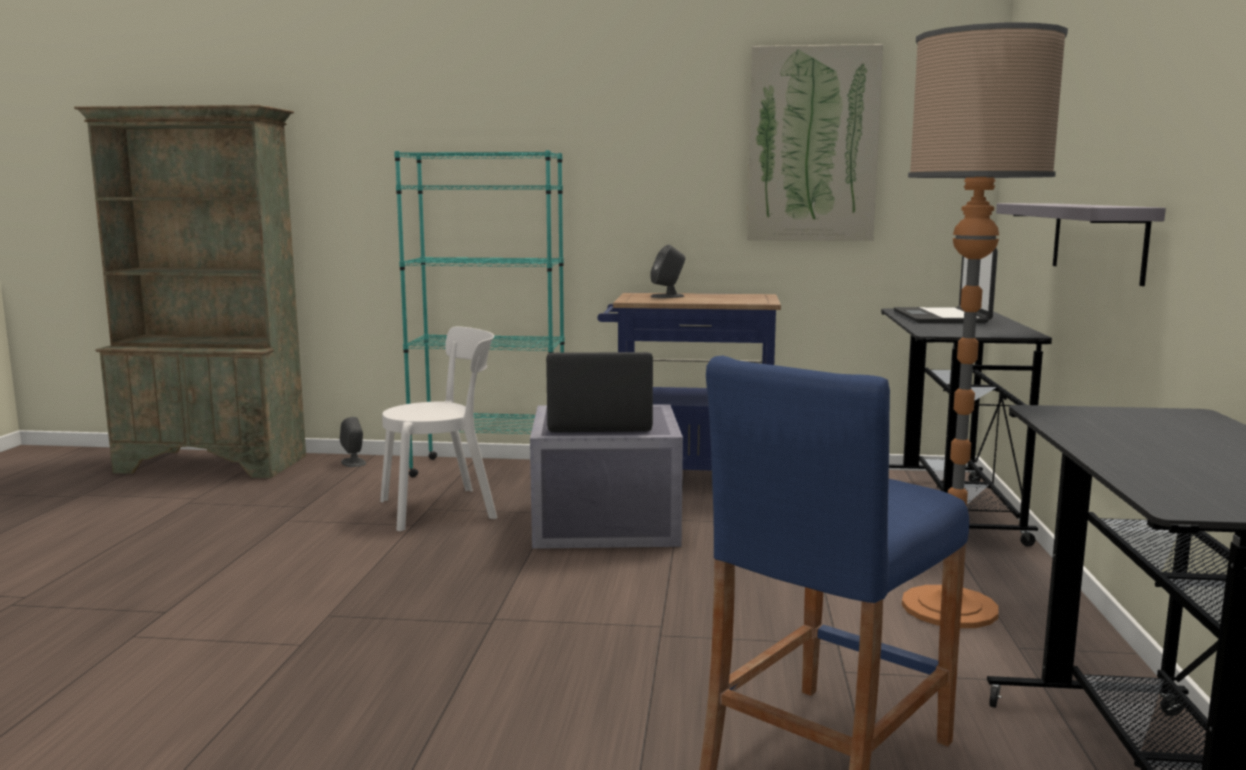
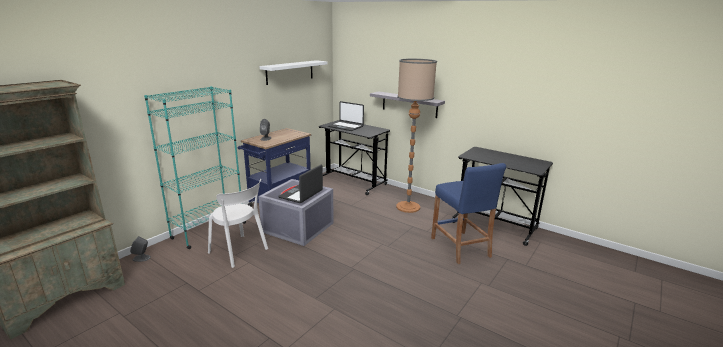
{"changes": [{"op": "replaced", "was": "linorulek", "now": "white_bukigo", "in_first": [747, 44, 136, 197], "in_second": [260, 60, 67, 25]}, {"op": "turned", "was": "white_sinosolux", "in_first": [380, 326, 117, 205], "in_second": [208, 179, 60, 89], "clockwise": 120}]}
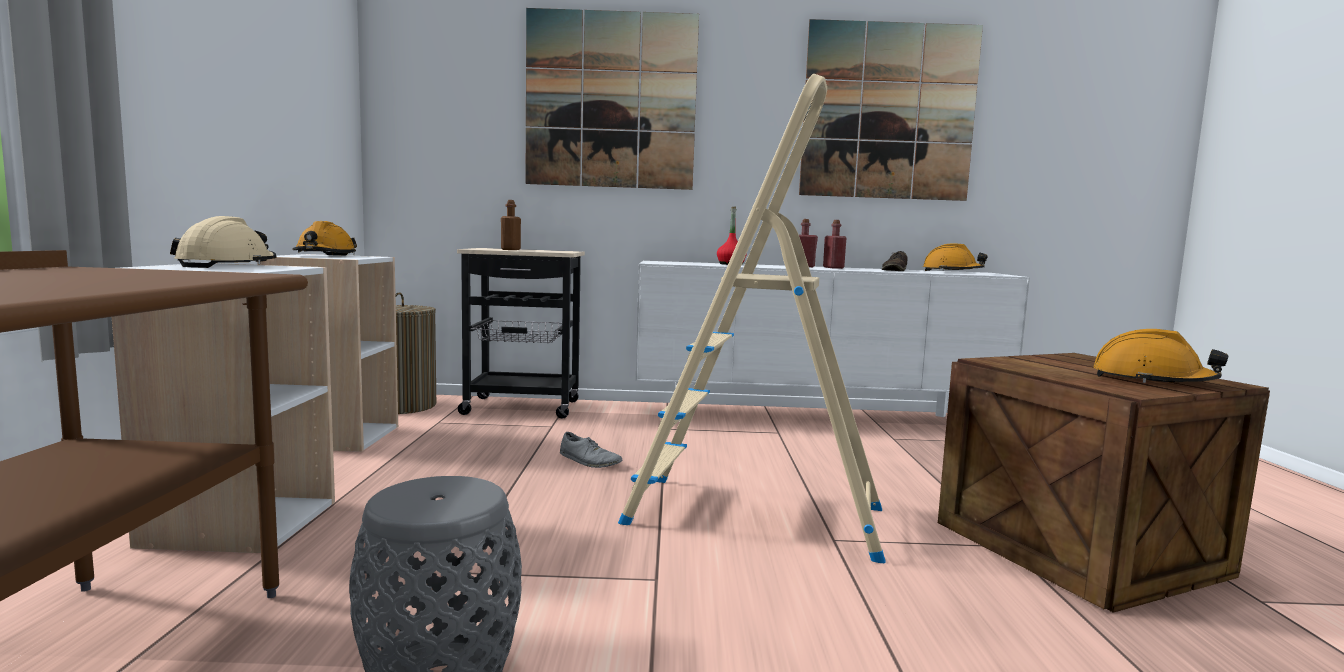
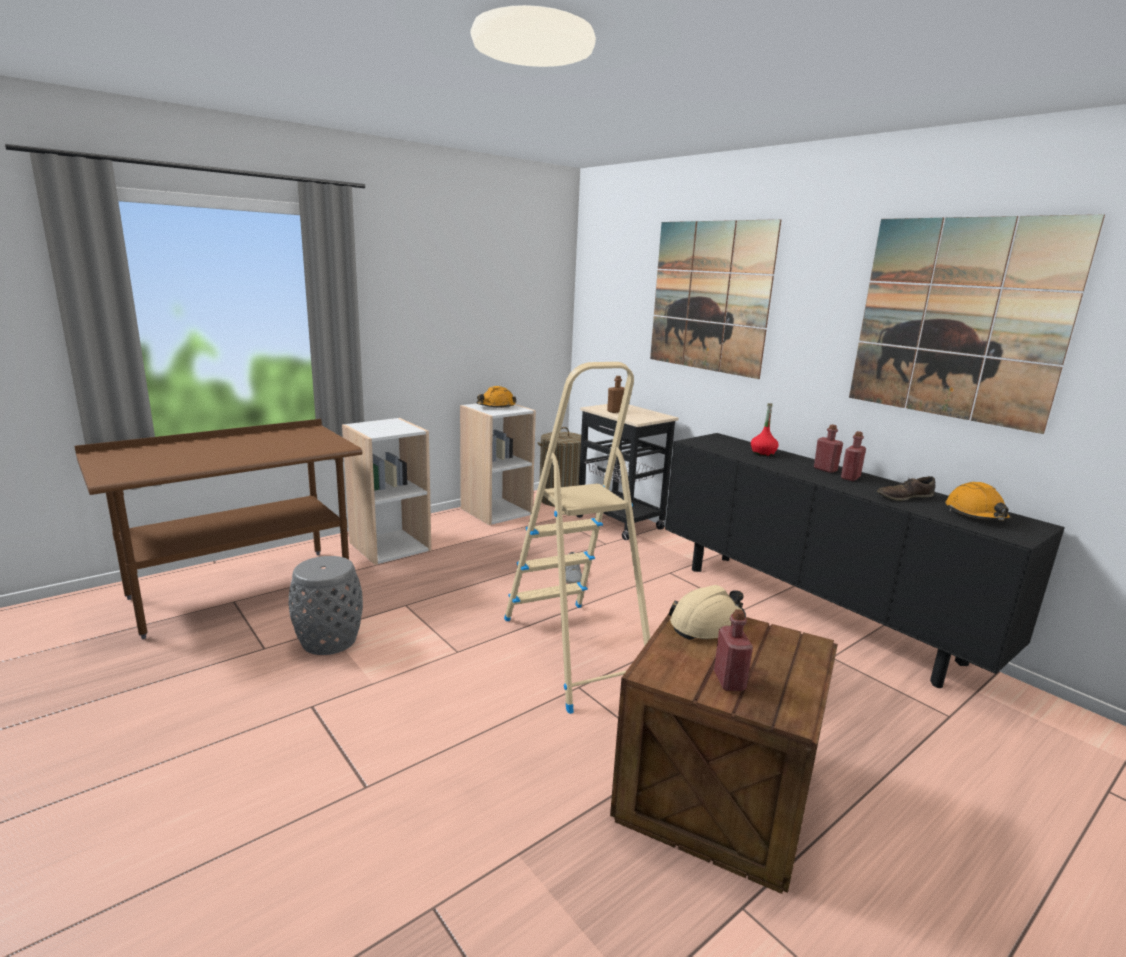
{"changes": [{"op": "moved", "was": "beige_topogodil", "in_first": [170, 216, 106, 52], "in_second": [668, 585, 78, 55]}, {"op": "replaced", "was": "orange_topogodil", "now": "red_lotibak", "in_first": [1093, 329, 136, 54], "in_second": [714, 610, 39, 81]}, {"op": "recoloured", "was": "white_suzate", "now": "black_suzate", "in_first": [636, 261, 394, 161], "in_second": [665, 433, 400, 255]}]}
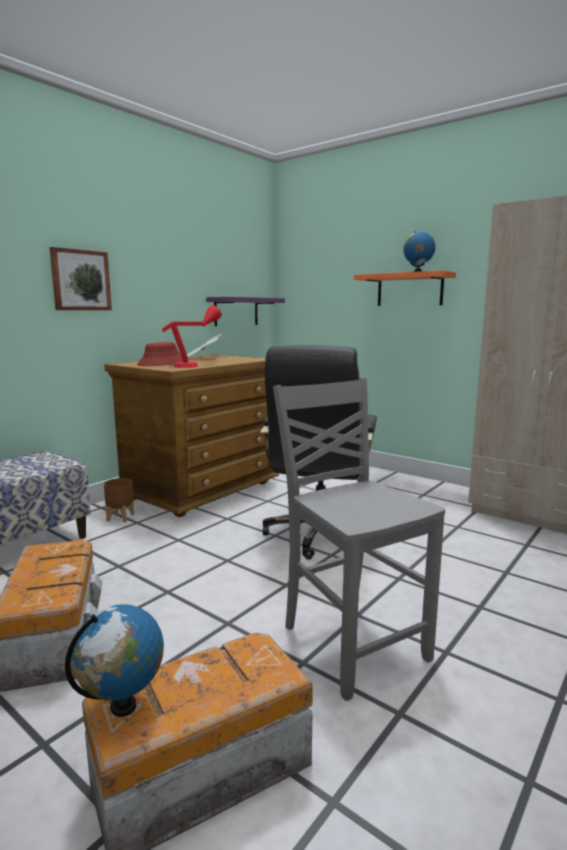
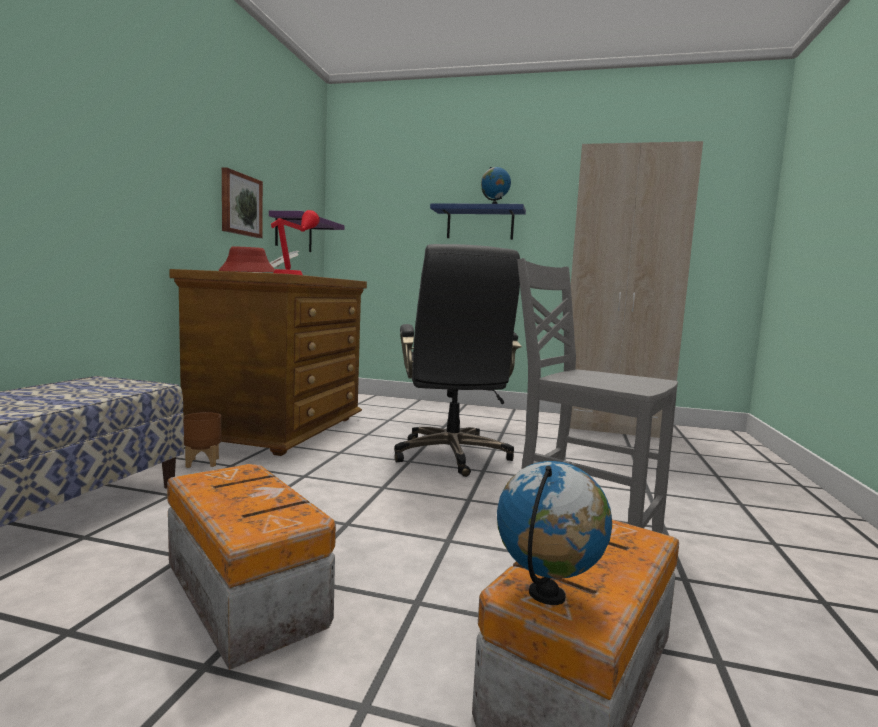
{"changes": [{"op": "moved", "was": "linorulek", "in_first": [50, 247, 62, 63], "in_second": [222, 167, 41, 71]}, {"op": "recoloured", "was": "orange_bukigo", "now": "blue_bukigo", "in_first": [354, 270, 102, 36], "in_second": [430, 203, 96, 37]}]}
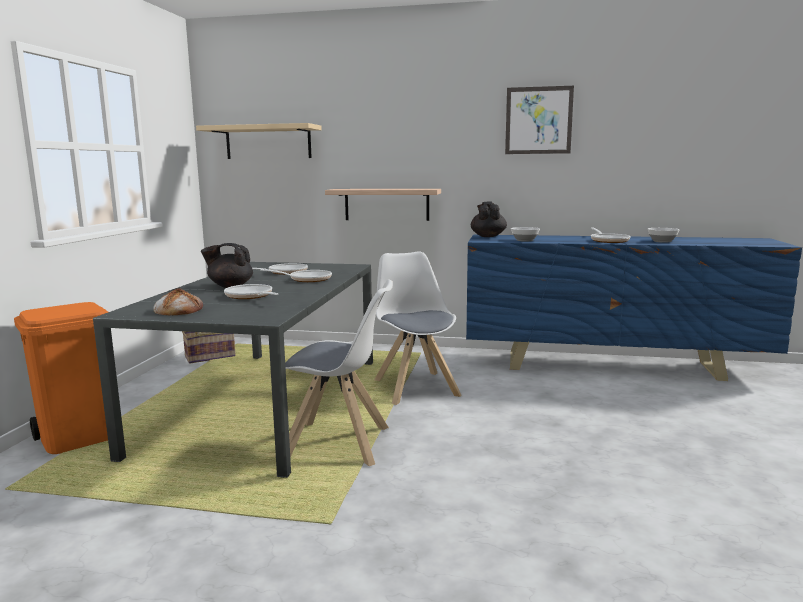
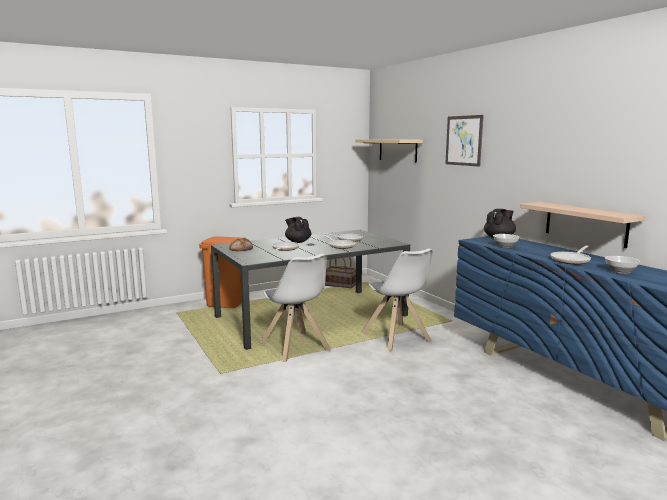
{"changes": [{"op": "moved", "was": "bukigo", "in_first": [325, 189, 116, 32], "in_second": [520, 202, 125, 46]}, {"op": "moved", "was": "linorulek", "in_first": [505, 86, 69, 68], "in_second": [445, 115, 39, 52]}, {"op": "turned", "was": "sinosolux", "in_first": [374, 251, 88, 154], "in_second": [362, 248, 71, 103], "clockwise": 120}]}
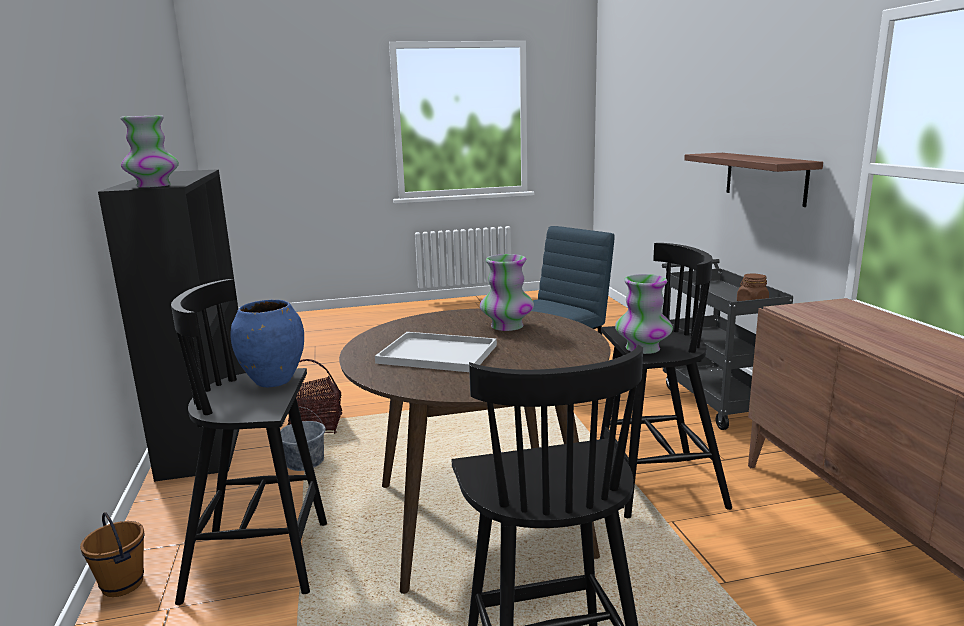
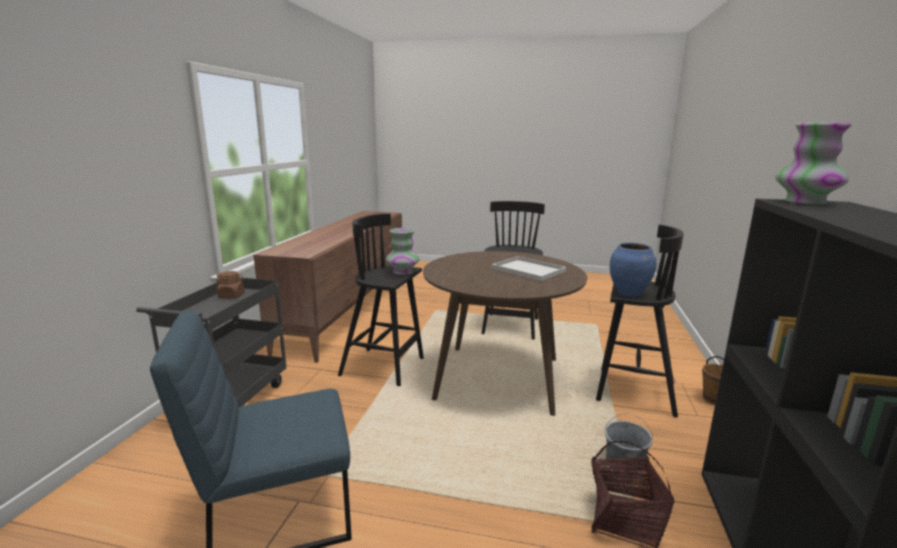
{"changes": [{"op": "removed", "was": "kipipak", "in_first": [480, 254, 54, 77]}, {"op": "removed", "was": "bukigo", "in_first": [684, 153, 139, 54]}]}
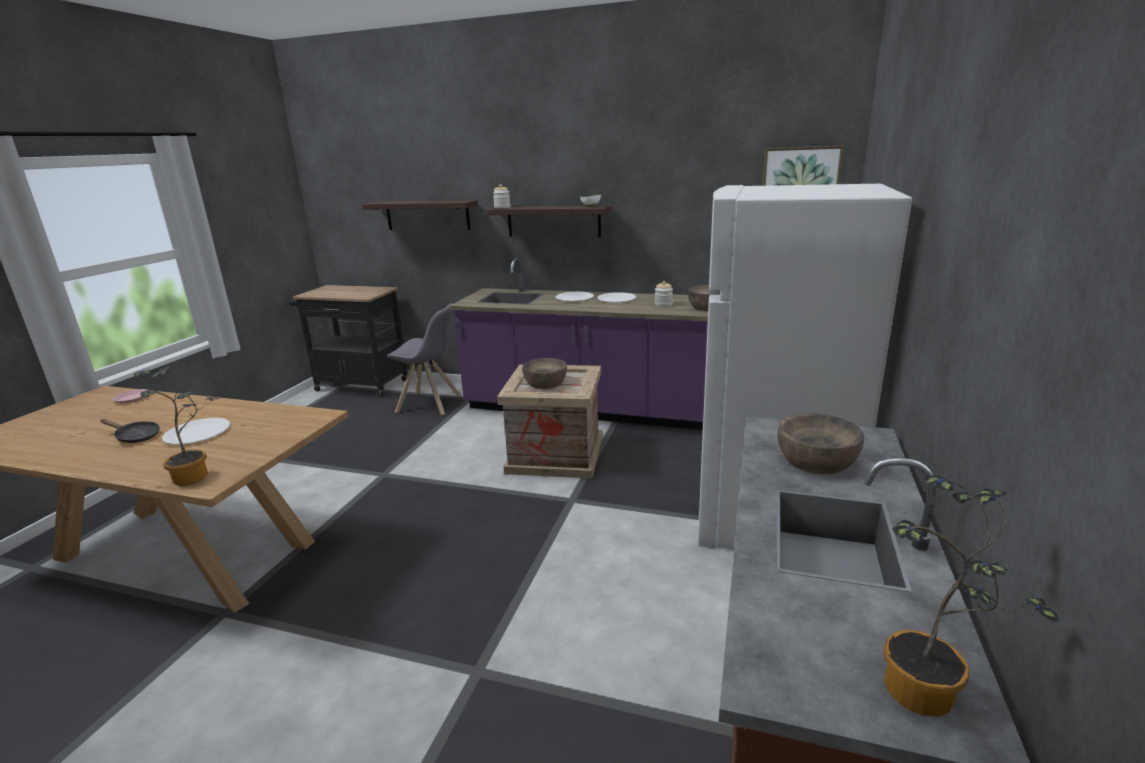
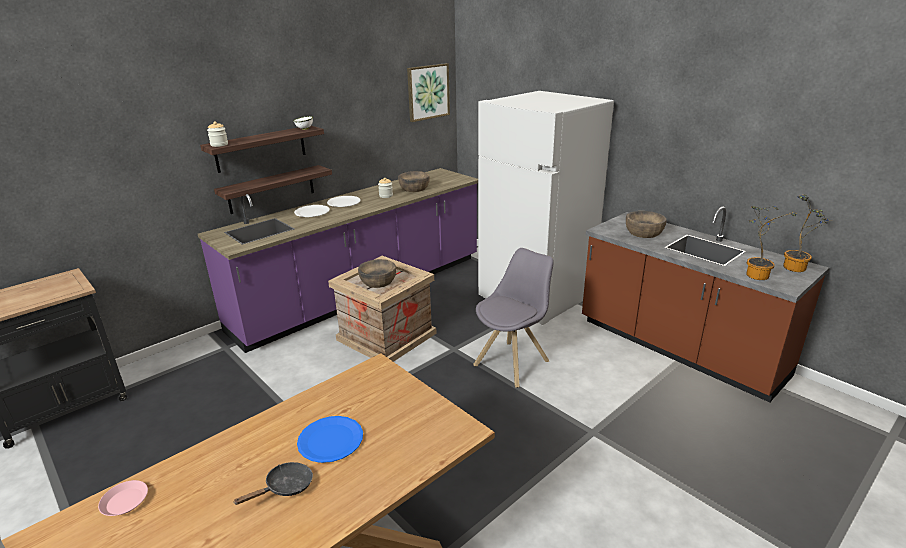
{"changes": [{"op": "moved", "was": "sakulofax", "in_first": [134, 366, 85, 119], "in_second": [746, 206, 52, 74]}, {"op": "moved", "was": "bukigo", "in_first": [362, 200, 116, 30], "in_second": [214, 165, 118, 49]}, {"op": "moved", "was": "grey_sinosolux", "in_first": [387, 303, 75, 112], "in_second": [474, 248, 80, 140]}, {"op": "recoloured", "was": "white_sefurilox", "now": "blue_sefurilox", "in_first": [162, 418, 68, 27], "in_second": [297, 416, 66, 47]}]}
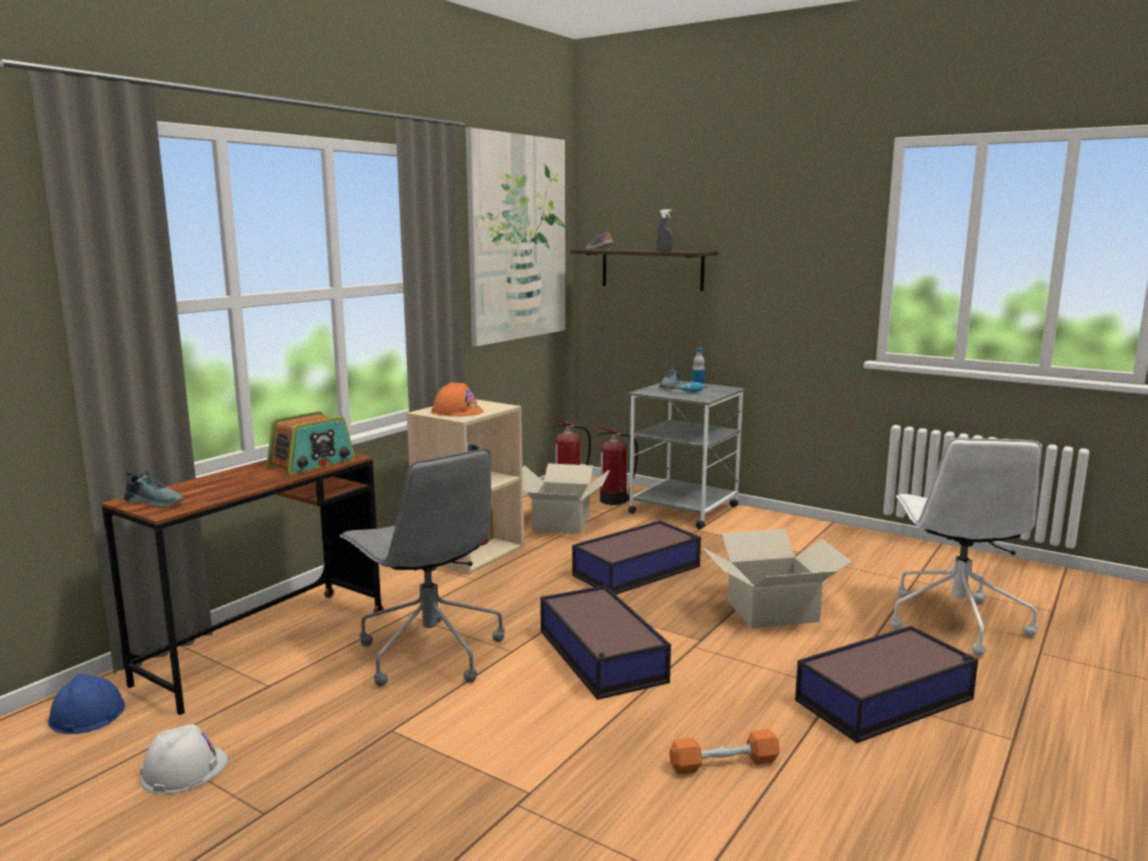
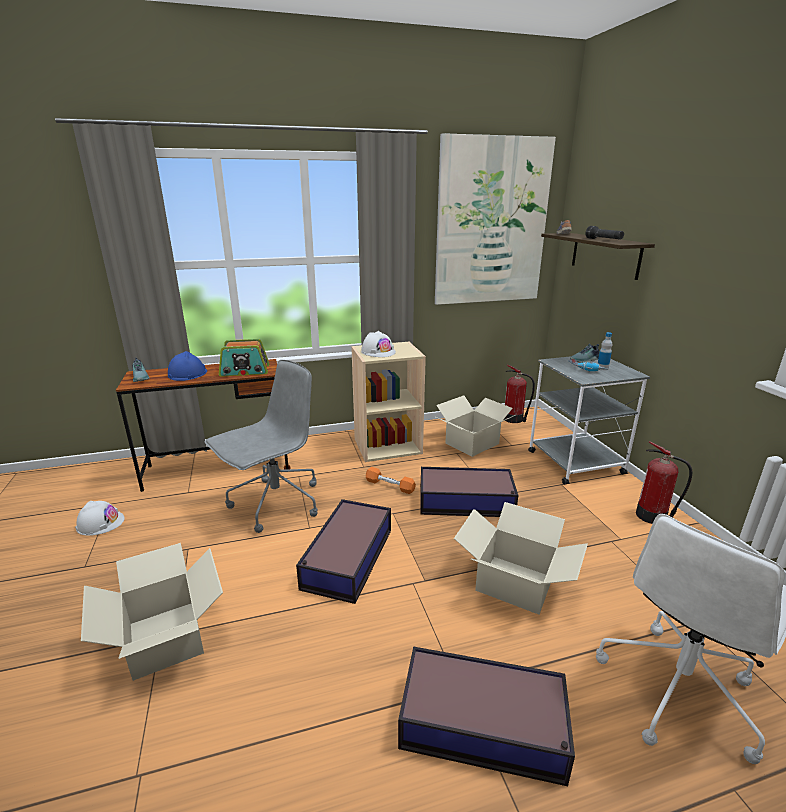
{"changes": [{"op": "added", "now": "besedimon", "in_second": [81, 543, 142, 138]}, {"op": "moved", "was": "blue_topogodil", "in_first": [48, 673, 77, 61], "in_second": [168, 351, 39, 30]}, {"op": "moved", "was": "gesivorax", "in_first": [597, 426, 41, 79], "in_second": [636, 441, 56, 83]}, {"op": "moved", "was": "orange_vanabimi", "in_first": [669, 729, 111, 45], "in_second": [366, 467, 50, 27]}, {"op": "replaced", "was": "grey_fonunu", "now": "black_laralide", "in_first": [656, 209, 17, 42], "in_second": [585, 226, 39, 13]}, {"op": "recoloured", "was": "orange_topogodil", "now": "white_topogodil", "in_first": [432, 383, 51, 33], "in_second": [361, 331, 35, 26]}, {"op": "turned", "was": "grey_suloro", "in_first": [340, 449, 165, 237], "in_second": [204, 360, 114, 173], "clockwise": -135}]}
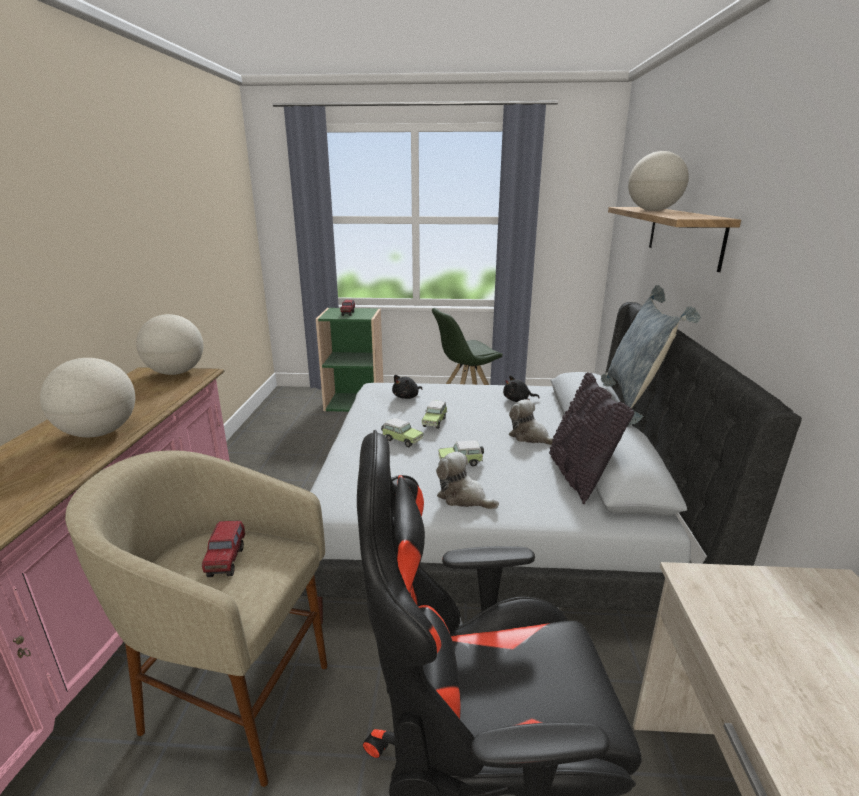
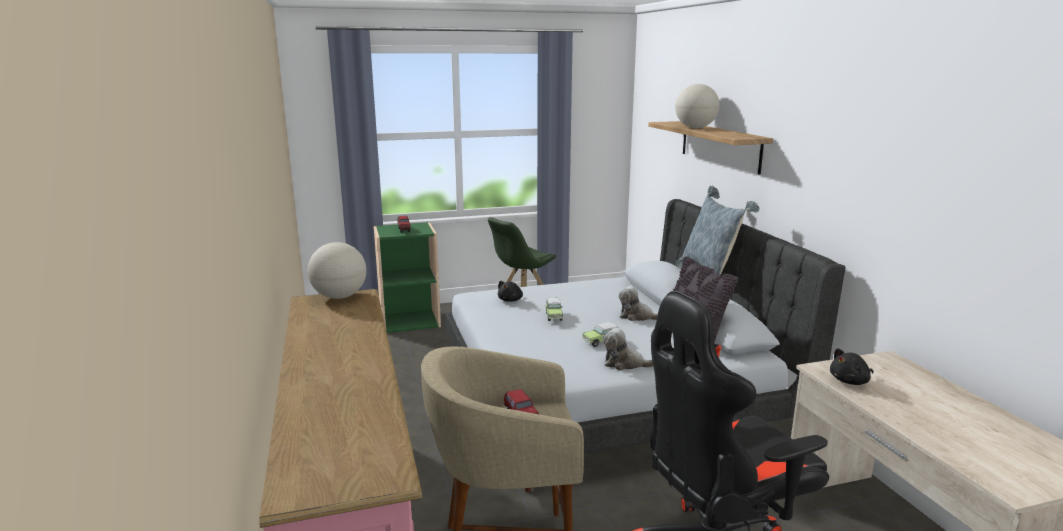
{"changes": [{"op": "removed", "was": "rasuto", "in_first": [40, 358, 95, 79]}, {"op": "removed", "was": "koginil", "in_first": [381, 418, 42, 29]}, {"op": "moved", "was": "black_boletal", "in_first": [503, 376, 37, 26], "in_second": [830, 348, 44, 37]}]}
